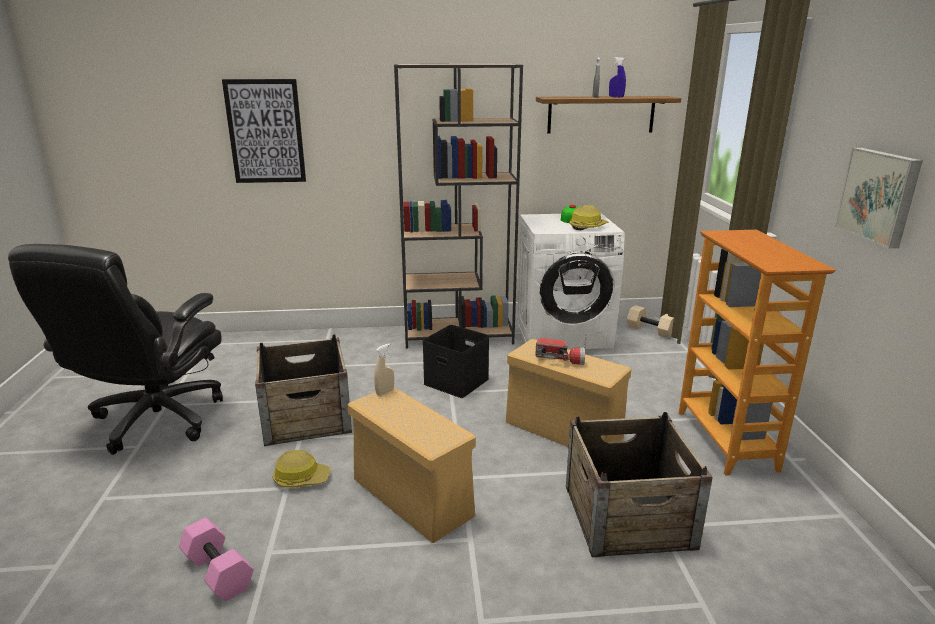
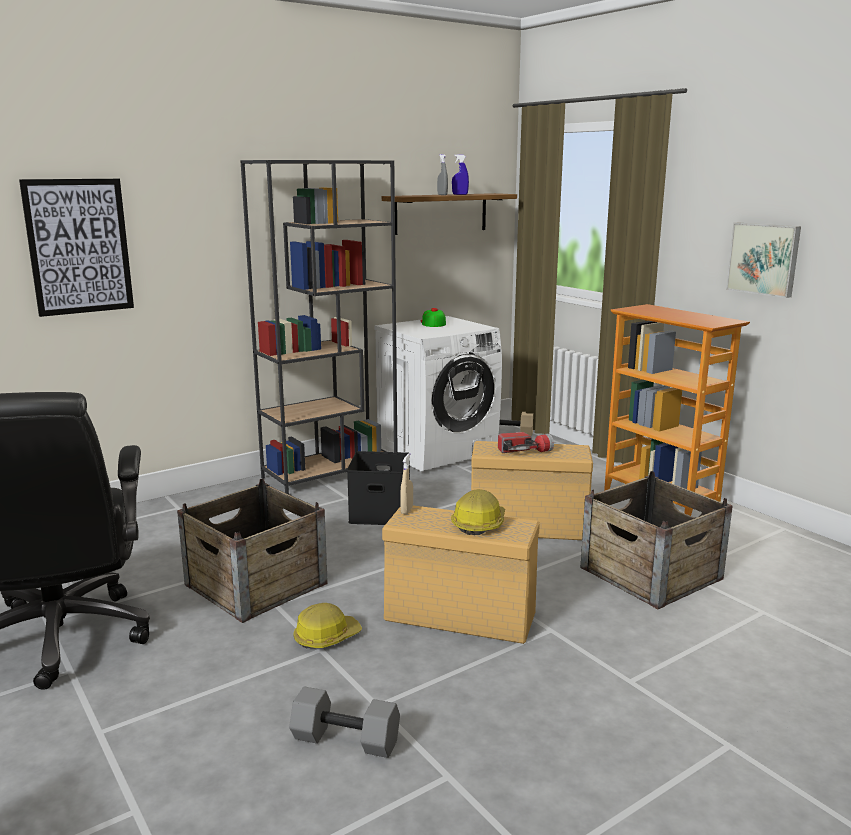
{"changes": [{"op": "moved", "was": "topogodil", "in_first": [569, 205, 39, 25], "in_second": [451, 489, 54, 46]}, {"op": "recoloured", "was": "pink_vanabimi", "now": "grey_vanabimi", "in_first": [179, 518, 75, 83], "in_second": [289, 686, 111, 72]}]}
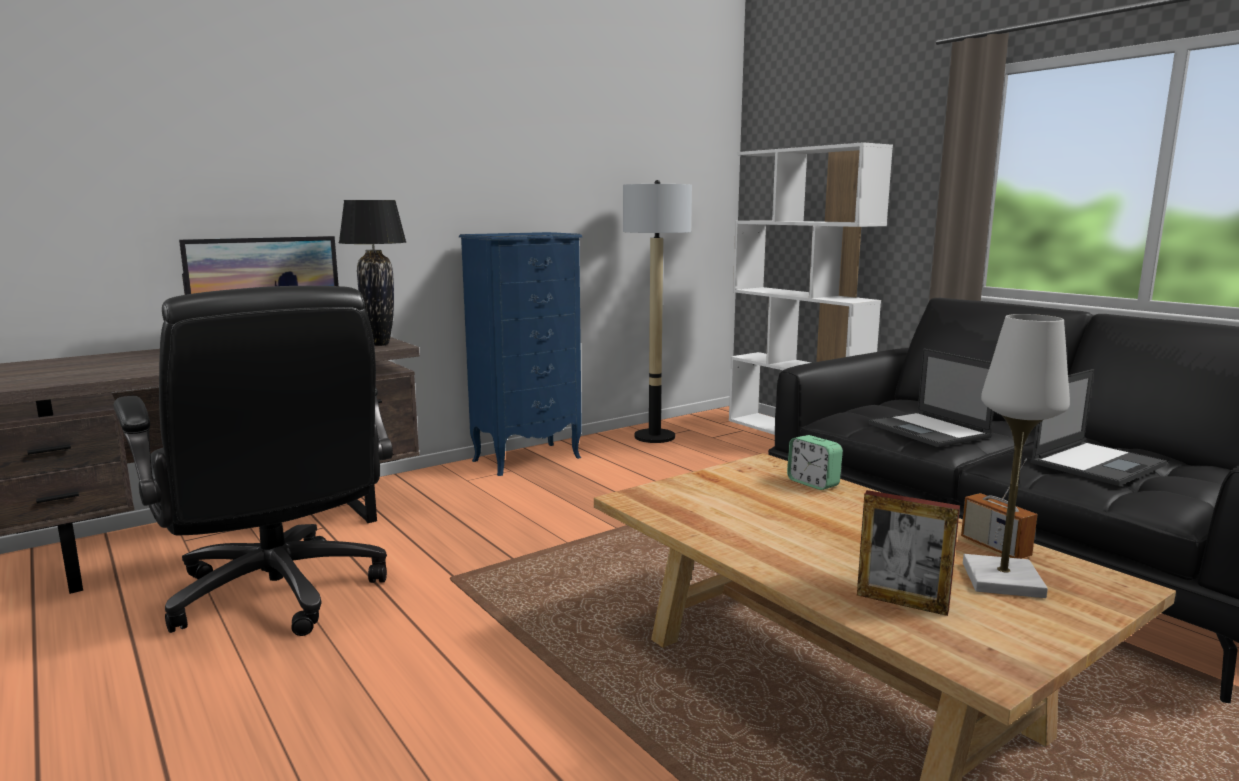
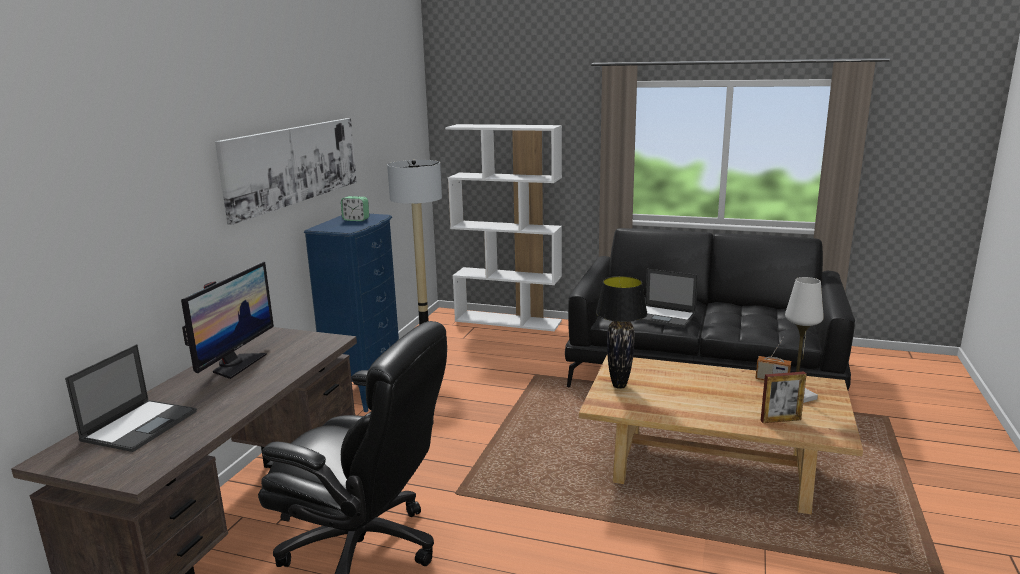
{"changes": [{"op": "added", "now": "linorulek", "in_second": [215, 118, 142, 107]}, {"op": "moved", "was": "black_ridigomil", "in_first": [339, 200, 68, 146], "in_second": [596, 276, 52, 113]}, {"op": "moved", "was": "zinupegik", "in_first": [787, 435, 56, 55], "in_second": [341, 196, 28, 25]}, {"op": "moved", "was": "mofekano", "in_first": [1030, 369, 137, 117], "in_second": [65, 344, 132, 108]}]}
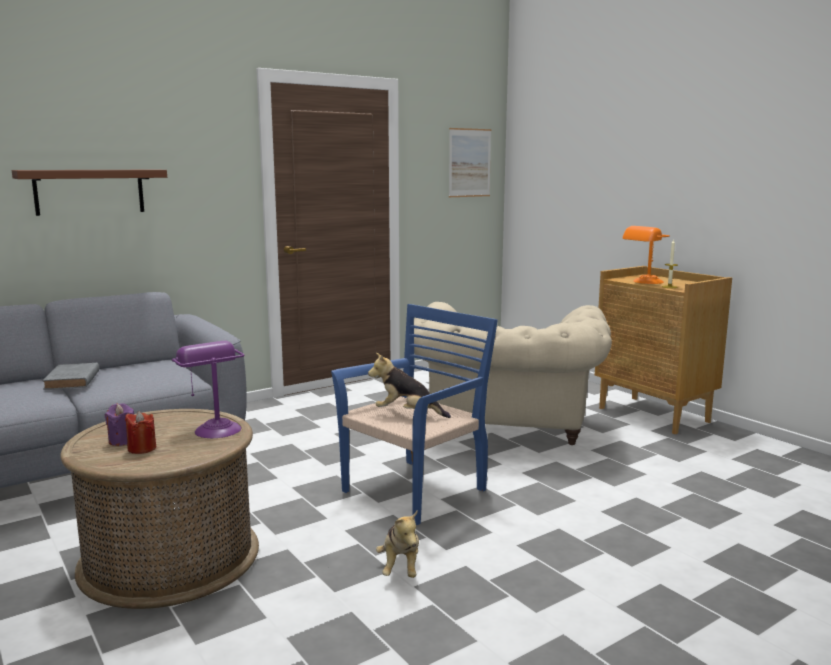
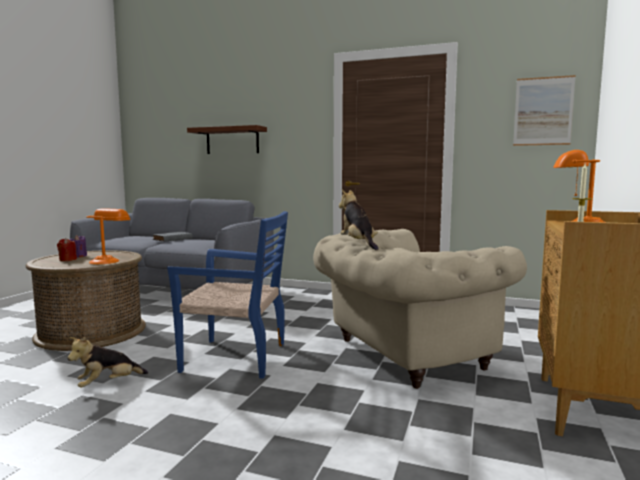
{"changes": [{"op": "moved", "was": "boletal", "in_first": [368, 353, 83, 65], "in_second": [339, 189, 40, 61]}, {"op": "recoloured", "was": "purple_ridigomil", "now": "orange_ridigomil", "in_first": [172, 341, 73, 97], "in_second": [86, 208, 44, 56]}]}
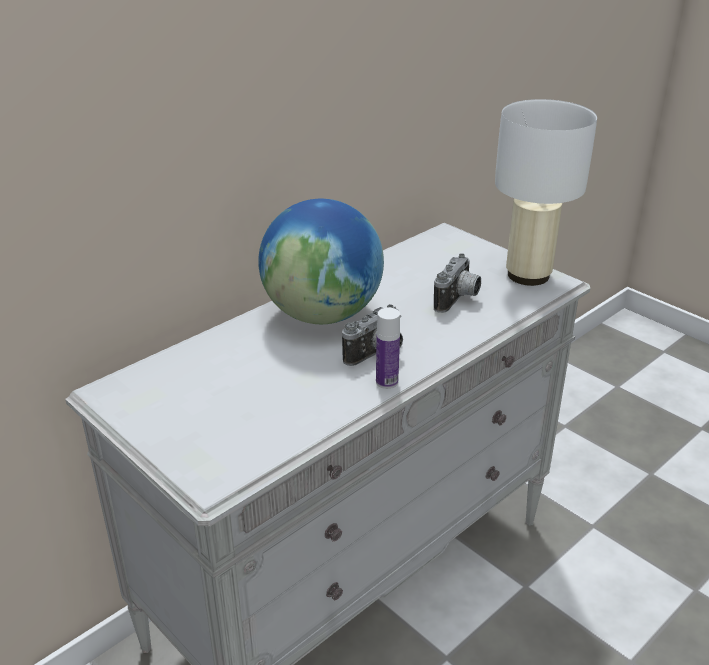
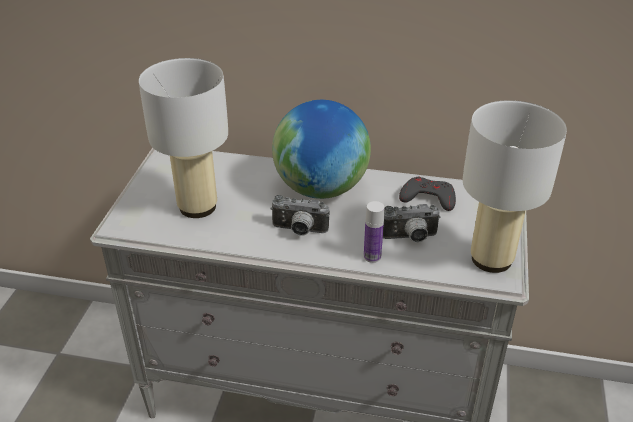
{"changes": [{"op": "added", "now": "white_ridigomil", "in_second": [139, 58, 89, 160]}, {"op": "added", "now": "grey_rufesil", "in_second": [399, 176, 57, 35]}, {"op": "moved", "was": "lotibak", "in_first": [376, 308, 24, 81], "in_second": [364, 201, 20, 62]}]}
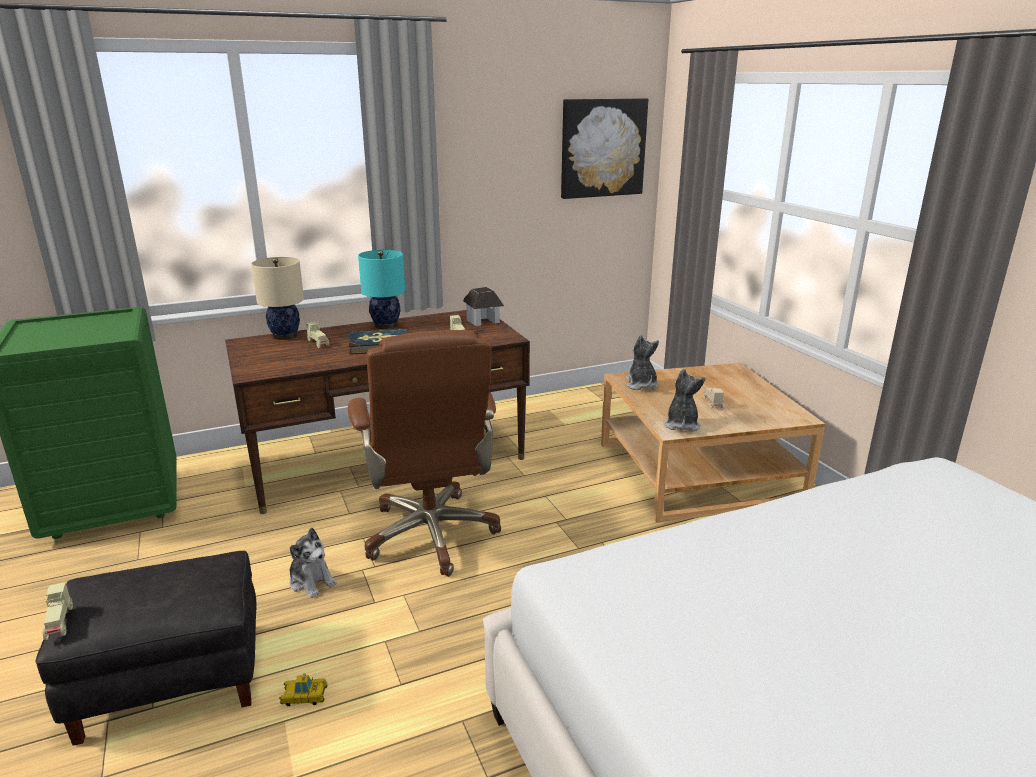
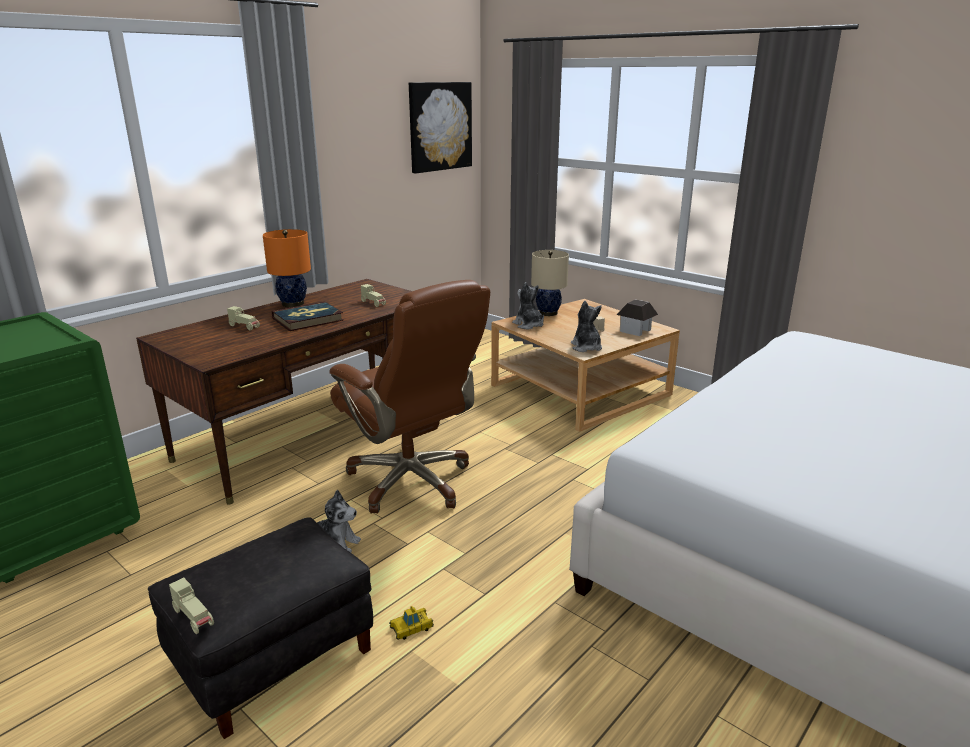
{"changes": [{"op": "moved", "was": "beige_ridigomil", "in_first": [251, 257, 53, 83], "in_second": [531, 250, 38, 66]}, {"op": "moved", "was": "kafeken", "in_first": [462, 287, 42, 39], "in_second": [616, 300, 42, 36]}, {"op": "recoloured", "was": "turquoise_ridigomil", "now": "orange_ridigomil", "in_first": [358, 250, 47, 79], "in_second": [263, 229, 48, 78]}]}
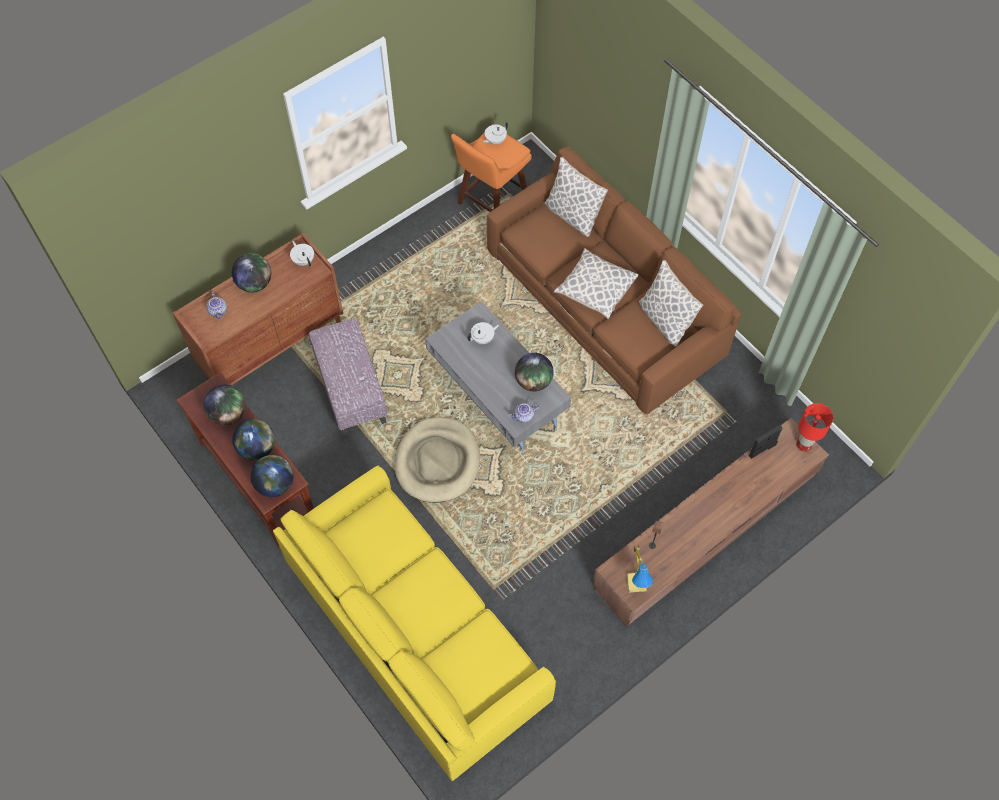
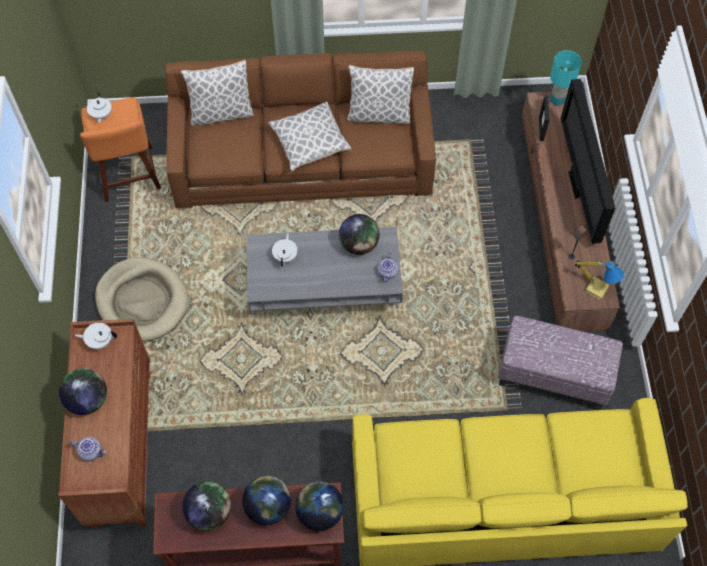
{"changes": [{"op": "added", "now": "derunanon", "in_second": [560, 79, 55, 165]}, {"op": "moved", "was": "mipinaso", "in_first": [309, 318, 78, 119], "in_second": [498, 316, 125, 94]}, {"op": "moved", "was": "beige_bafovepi", "in_first": [394, 417, 86, 86], "in_second": [95, 257, 93, 85]}, {"op": "recoloured", "was": "red_ridigomil", "now": "turquoise_ridigomil", "in_first": [797, 403, 36, 49], "in_second": [550, 50, 32, 56]}]}
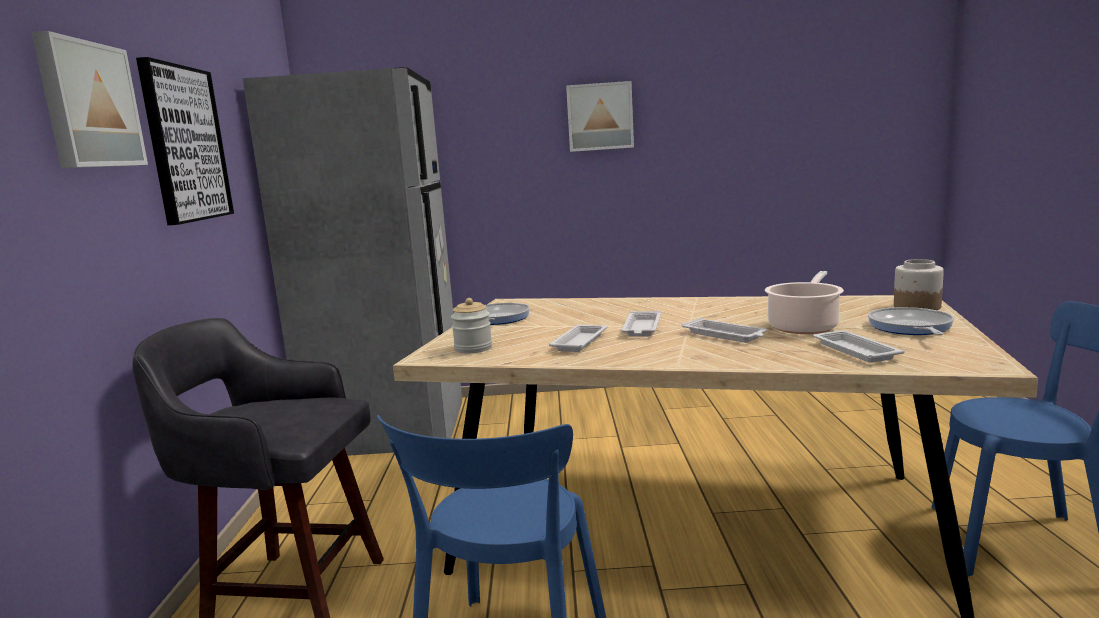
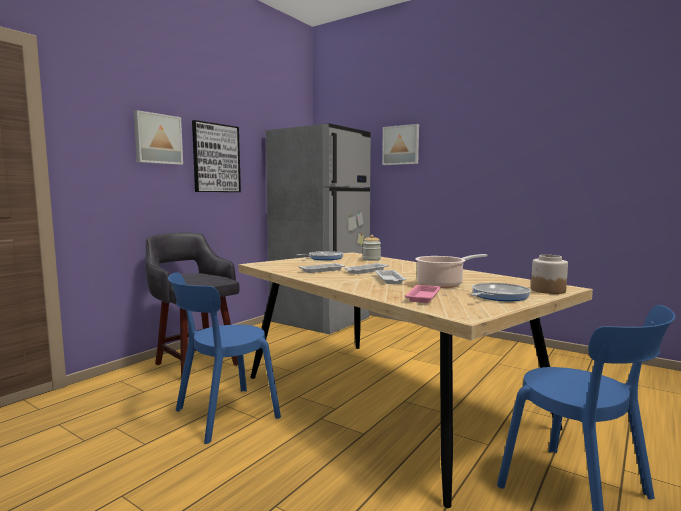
{"changes": [{"op": "moved", "was": "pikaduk", "in_first": [451, 298, 41, 55], "in_second": [362, 235, 19, 26]}, {"op": "moved", "was": "linorulek", "in_first": [566, 81, 68, 71], "in_second": [382, 124, 37, 41]}, {"op": "recoloured", "was": "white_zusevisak", "now": "pink_zusevisak", "in_first": [813, 330, 92, 33], "in_second": [405, 285, 36, 18]}]}
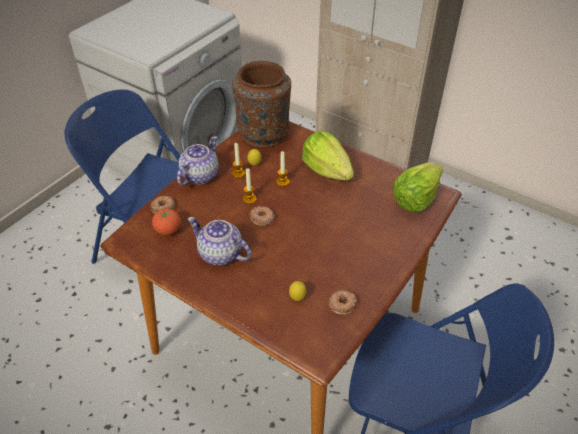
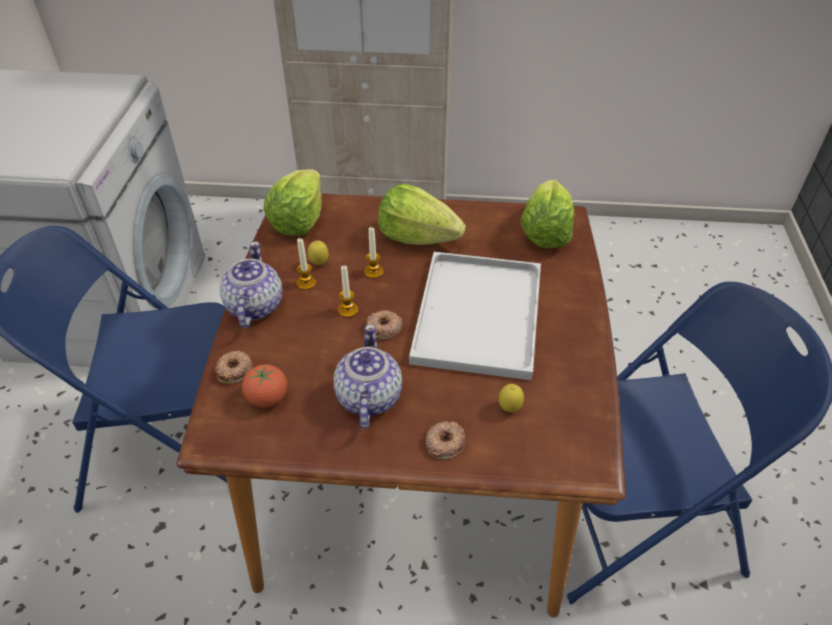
{"changes": [{"op": "added", "now": "white_zusevisak", "in_second": [409, 252, 132, 128]}, {"op": "moved", "was": "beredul", "in_first": [329, 290, 28, 25], "in_second": [426, 421, 40, 38]}, {"op": "replaced", "was": "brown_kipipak", "now": "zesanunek", "in_first": [232, 61, 59, 87], "in_second": [264, 169, 57, 67]}, {"op": "turned", "was": "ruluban", "in_first": [187, 217, 64, 49], "in_second": [334, 324, 68, 105], "clockwise": 90}]}
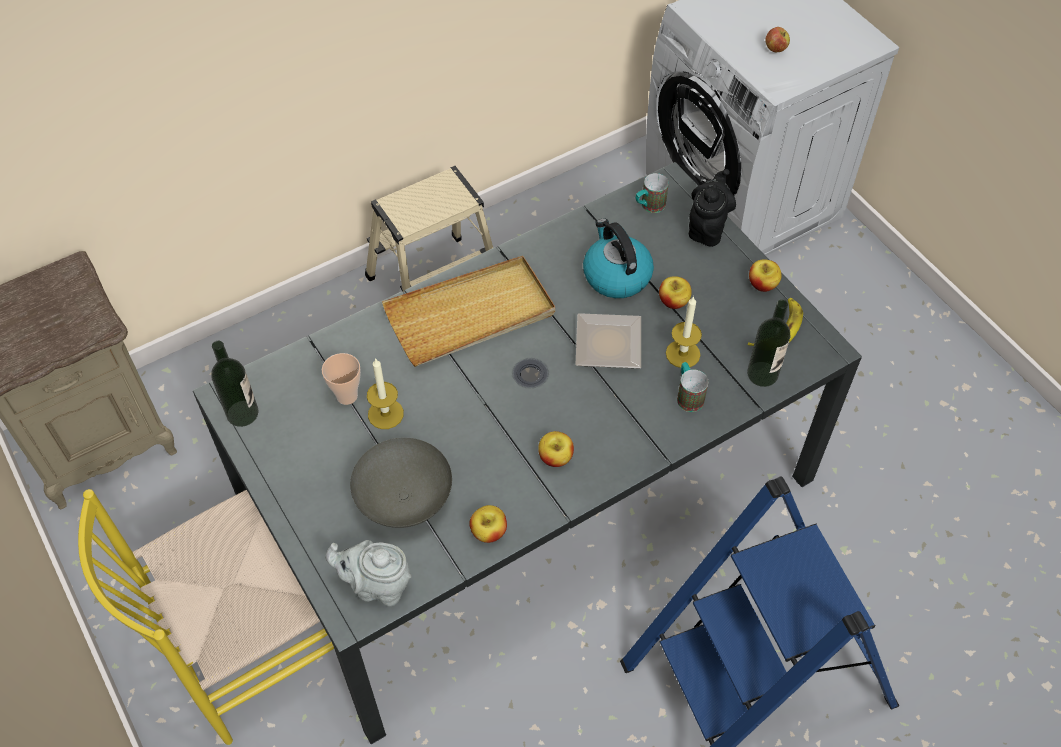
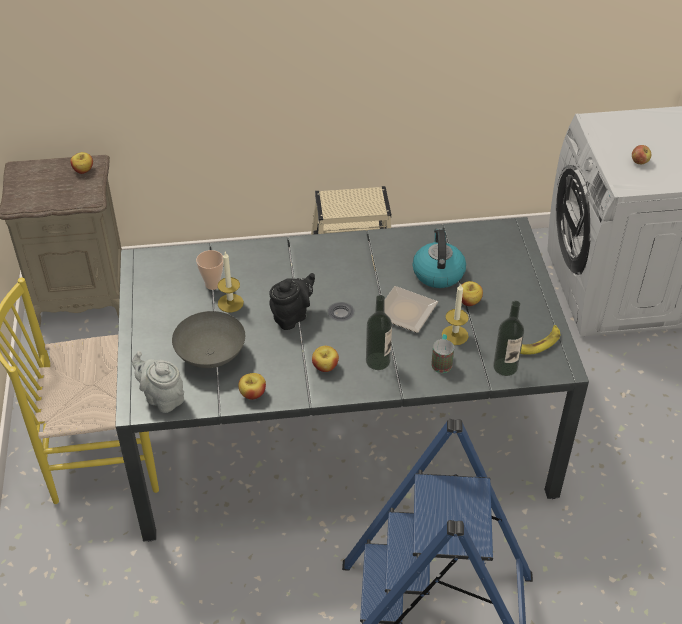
{"changes": [{"op": "removed", "was": "beige_zusevisak", "in_first": [382, 256, 173, 111]}, {"op": "removed", "was": "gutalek", "in_first": [635, 173, 34, 40]}, {"op": "moved", "was": "lotibak", "in_first": [211, 341, 48, 86], "in_second": [366, 295, 26, 75]}, {"op": "moved", "was": "black_ruluban", "in_first": [689, 169, 47, 78], "in_second": [269, 273, 46, 57]}, {"op": "moved", "was": "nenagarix", "in_first": [749, 259, 33, 33], "in_second": [70, 152, 23, 22]}]}
